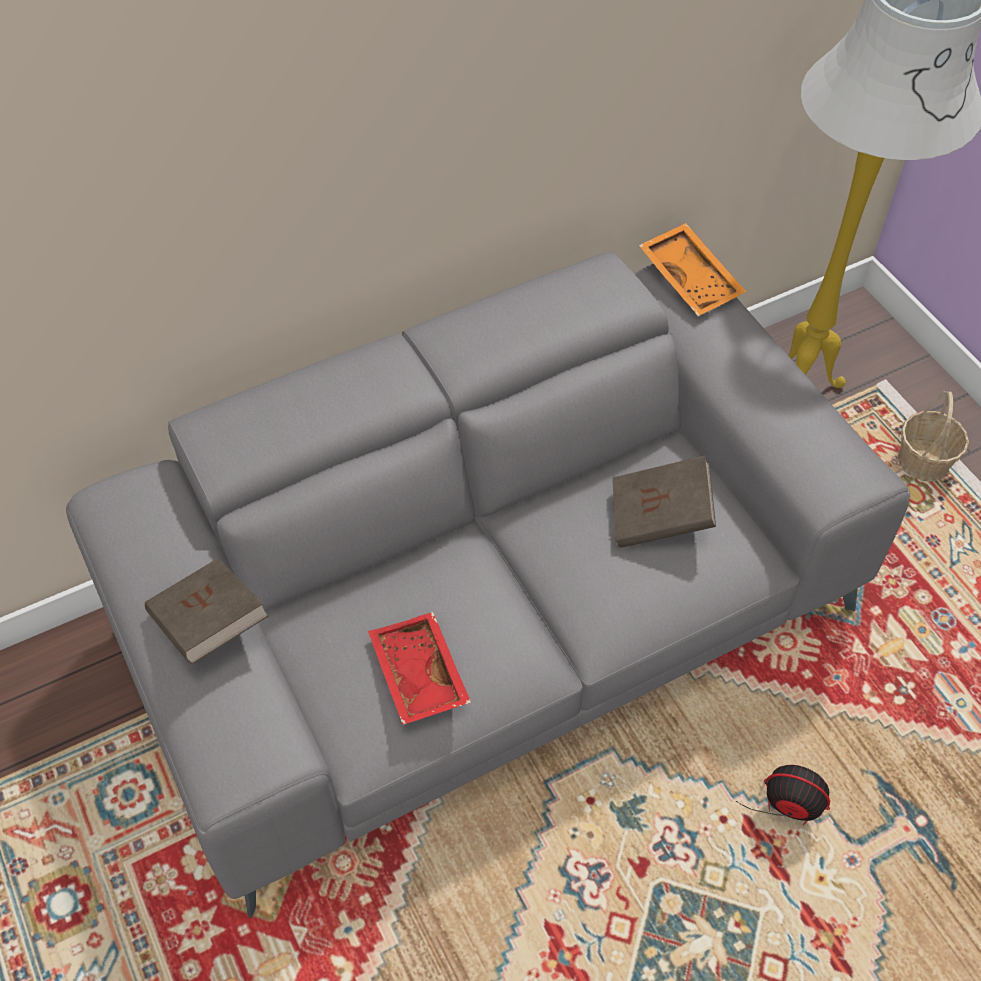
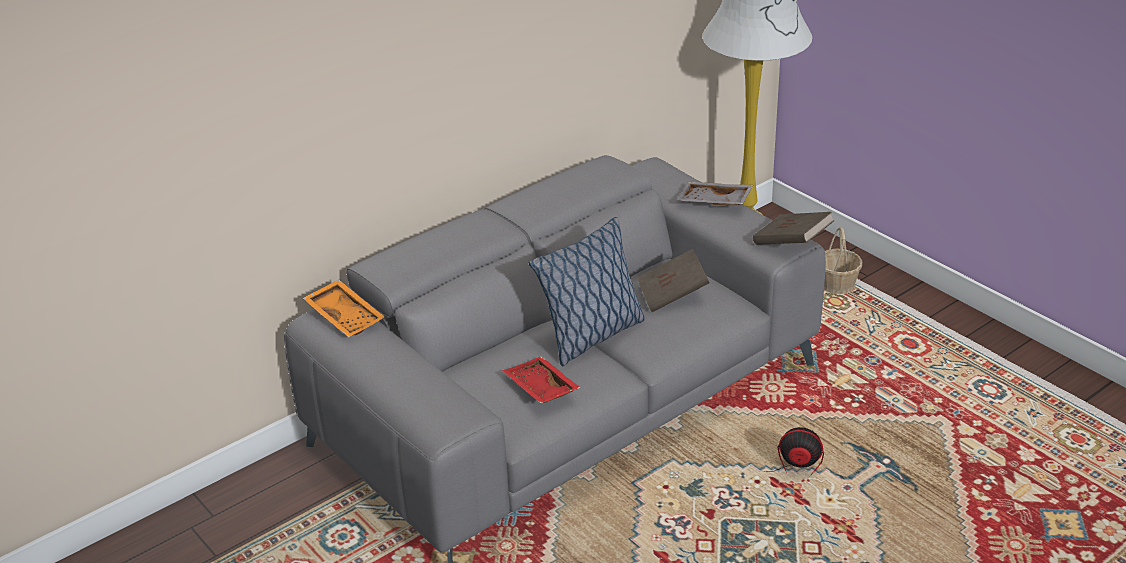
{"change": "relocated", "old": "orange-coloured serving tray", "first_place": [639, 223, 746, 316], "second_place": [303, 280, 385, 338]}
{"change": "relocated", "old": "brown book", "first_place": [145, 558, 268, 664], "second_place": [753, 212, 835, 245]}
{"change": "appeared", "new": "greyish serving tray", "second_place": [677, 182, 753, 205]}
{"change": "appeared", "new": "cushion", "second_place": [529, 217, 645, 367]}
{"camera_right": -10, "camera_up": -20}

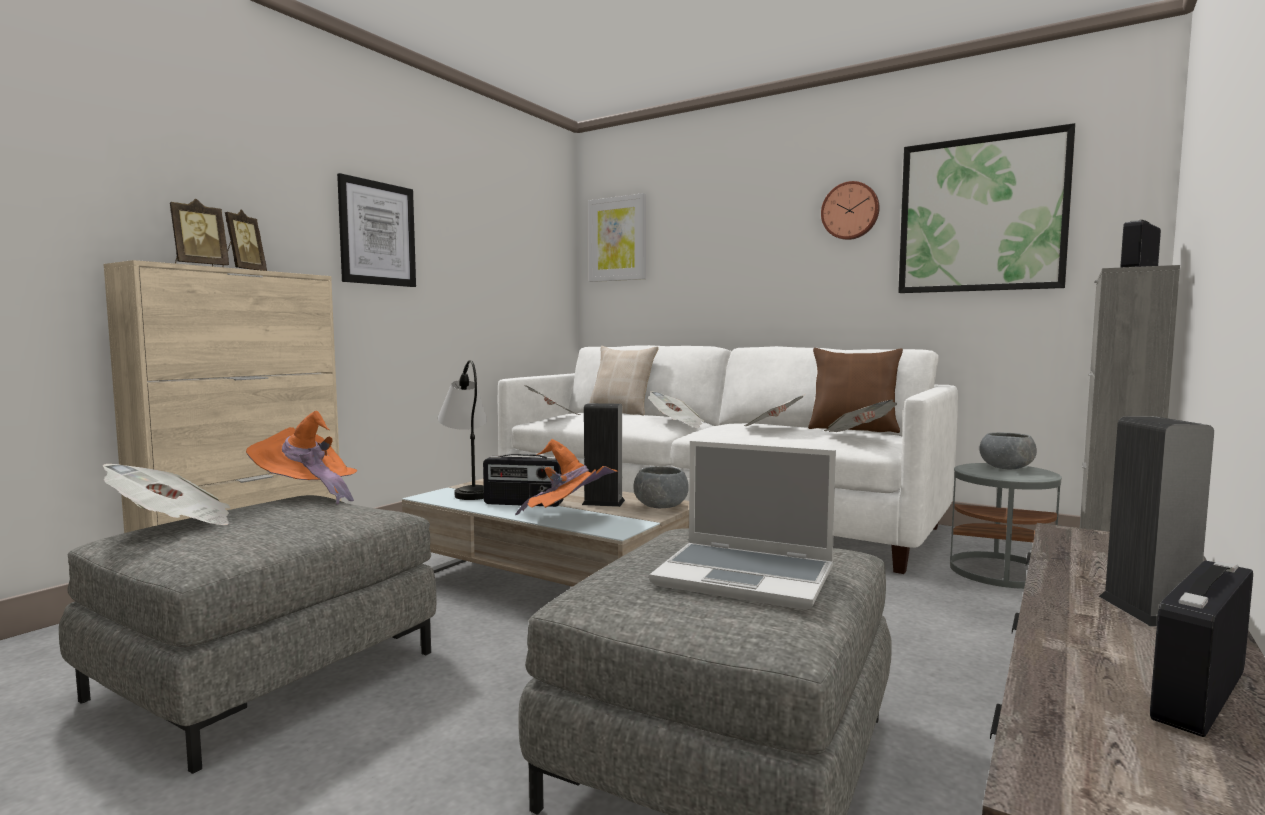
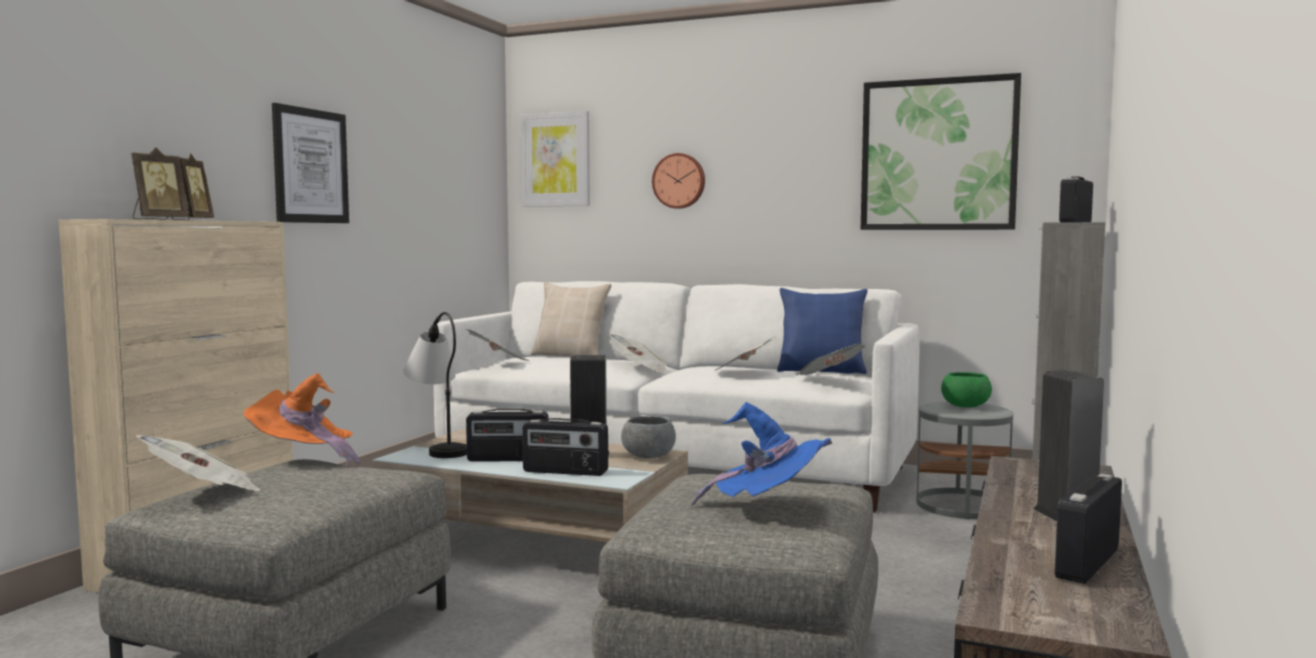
{"change": "relocated", "old": "hanging clock", "first_place": [821, 181, 880, 240], "second_place": [652, 153, 705, 209]}
{"change": "colour", "old": "brown cushion", "new": "bluish cushion", "first_place": [808, 348, 903, 433], "second_place": [777, 288, 867, 374]}
{"change": "colour", "old": "greyish bowl", "new": "green-coloured bowl", "first_place": [979, 433, 1037, 469], "second_place": [941, 372, 992, 408]}
{"change": "exchanged", "old": "orange-coloured clothing hat", "new": "radio set", "first_place": [515, 439, 618, 515], "second_place": [522, 418, 608, 476]}
{"change": "exchanged", "old": "portable computer", "new": "bluish clothing hat", "first_place": [649, 441, 836, 610], "second_place": [691, 402, 833, 506]}
{"camera_right": -10, "camera_up": 0}

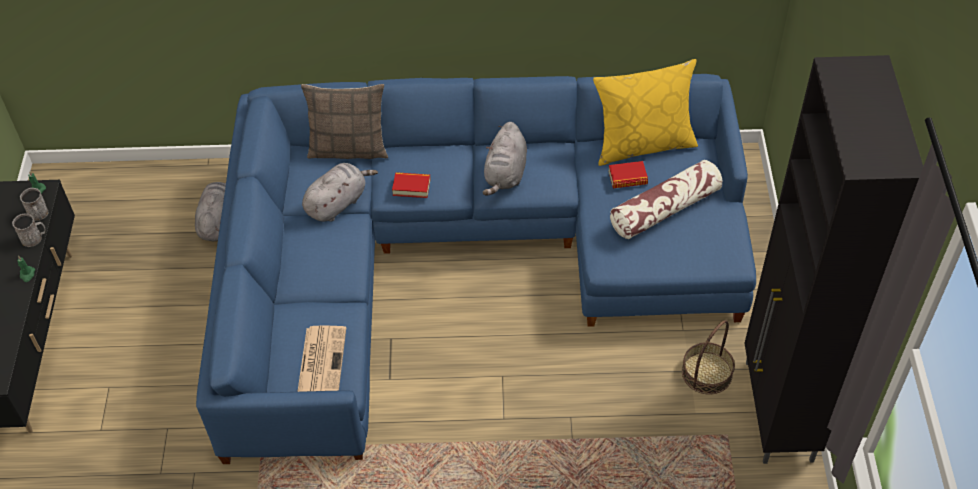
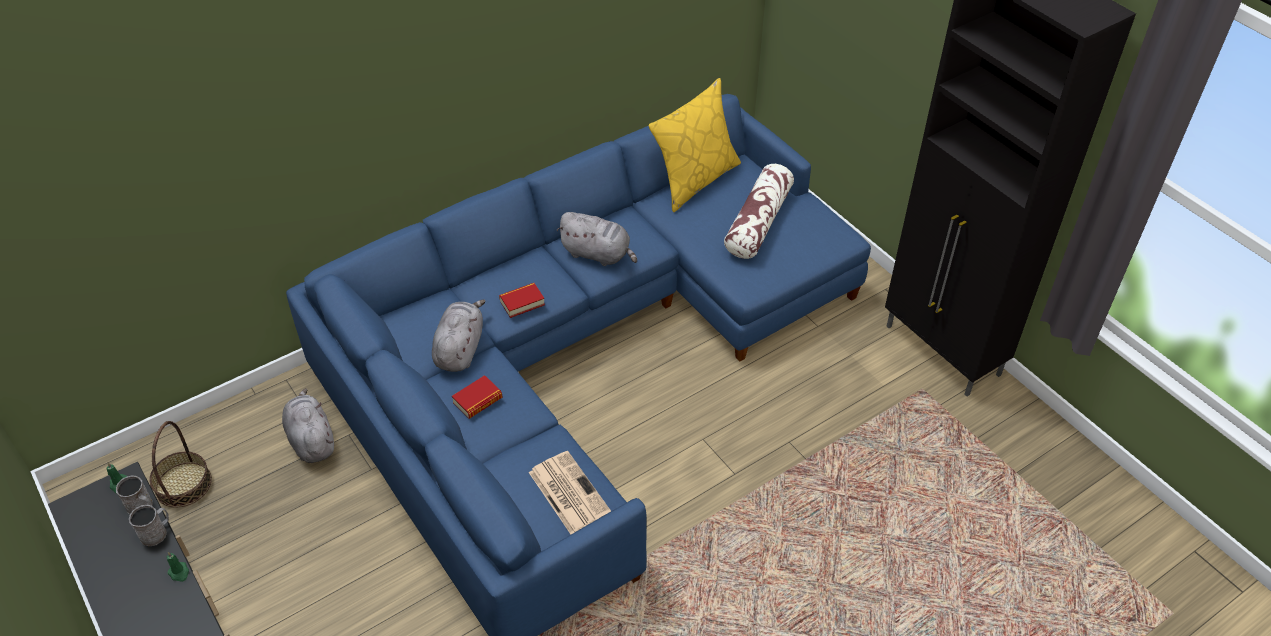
{"change": "missing", "old": "cushion", "first_place": [301, 84, 388, 159]}
{"change": "spun", "old": "greyish cuddly toy", "first_place": [483, 122, 527, 196], "second_place": [556, 212, 637, 266], "degrees": -45}
{"change": "relocated", "old": "book", "first_place": [608, 161, 648, 188], "second_place": [452, 375, 502, 419]}
{"change": "relocated", "old": "storage basket", "first_place": [682, 320, 735, 395], "second_place": [150, 421, 212, 508]}
{"camera_right": -35, "camera_up": -5}

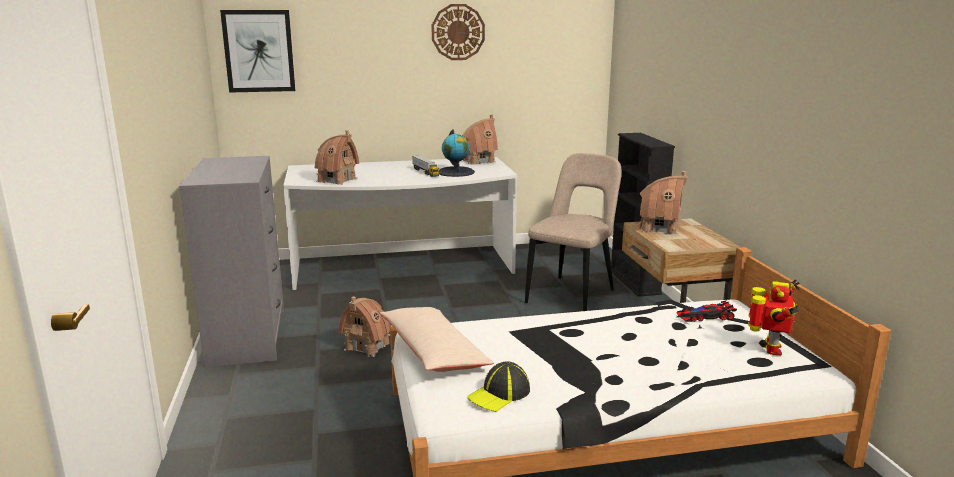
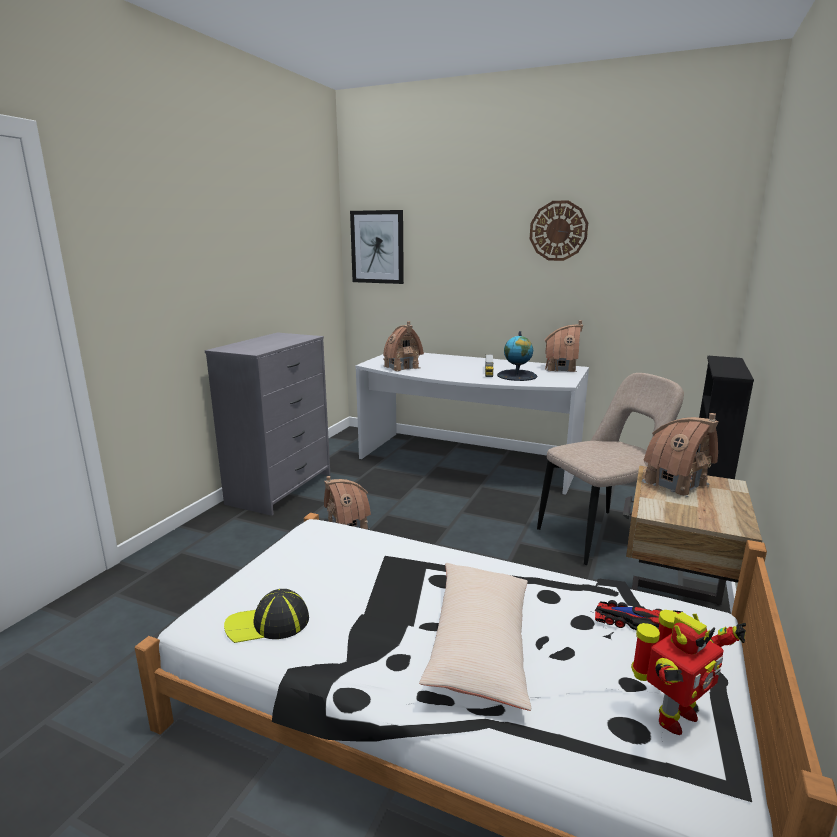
{"change": "relocated", "old": "beige-coloured cushion", "first_place": [379, 307, 494, 372], "second_place": [419, 563, 531, 711]}
{"camera_right": 35, "camera_up": 0}

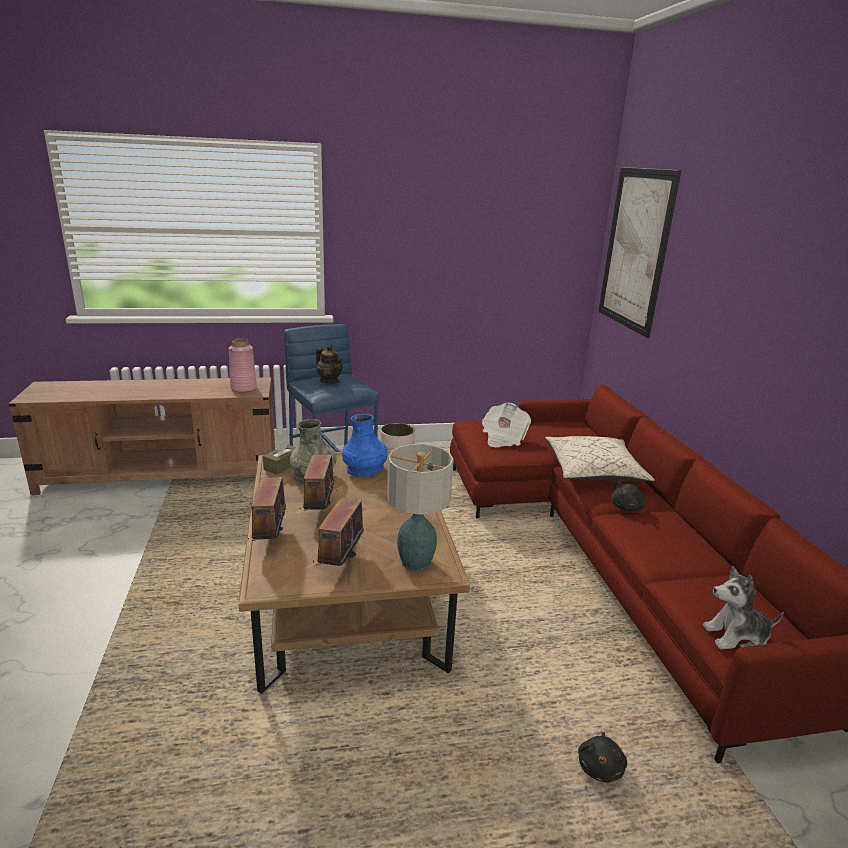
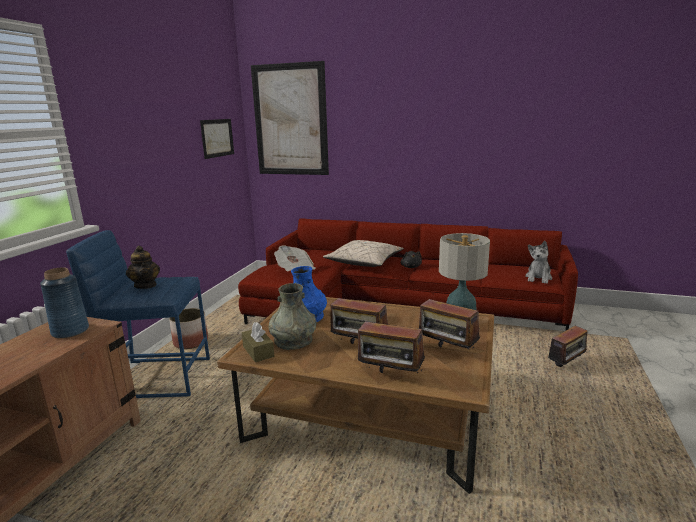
{"change": "colour", "old": "pinkish decorative vase", "new": "bluish decorative vase", "first_place": [229, 338, 257, 392], "second_place": [40, 267, 89, 339]}
{"change": "spun", "old": "teapot", "first_place": [316, 344, 343, 384], "second_place": [126, 246, 160, 289], "degrees": 75}
{"change": "exchanged", "old": "blackish cuddly toy", "new": "radio set", "first_place": [578, 732, 627, 783], "second_place": [548, 326, 587, 369]}
{"change": "appeared", "new": "picture", "second_place": [200, 119, 234, 159]}
{"camera_right": -60, "camera_up": -5}

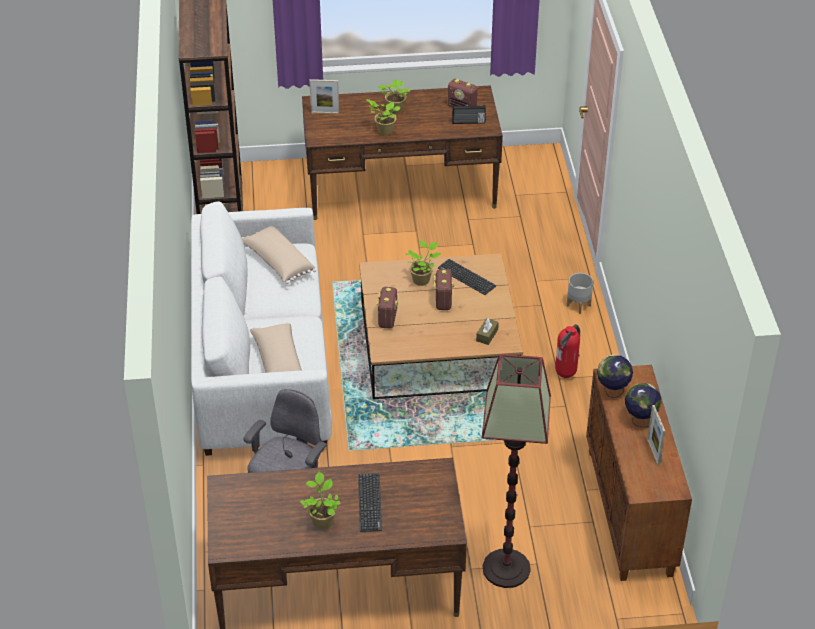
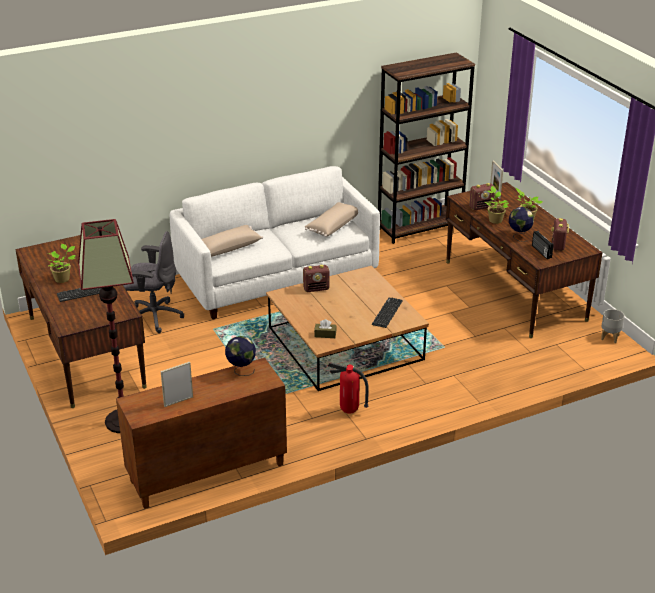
{"change": "missing", "old": "potted plant", "first_place": [405, 241, 441, 286]}
{"change": "relocated", "old": "radio set", "first_place": [434, 269, 454, 310], "second_place": [469, 183, 495, 210]}
{"change": "relocated", "old": "greyish flower pot", "first_place": [567, 273, 593, 314], "second_place": [601, 309, 624, 343]}
{"change": "relocated", "old": "desk globe", "first_place": [625, 383, 661, 427], "second_place": [509, 207, 534, 242]}
{"camera_right": 70, "camera_up": -10}

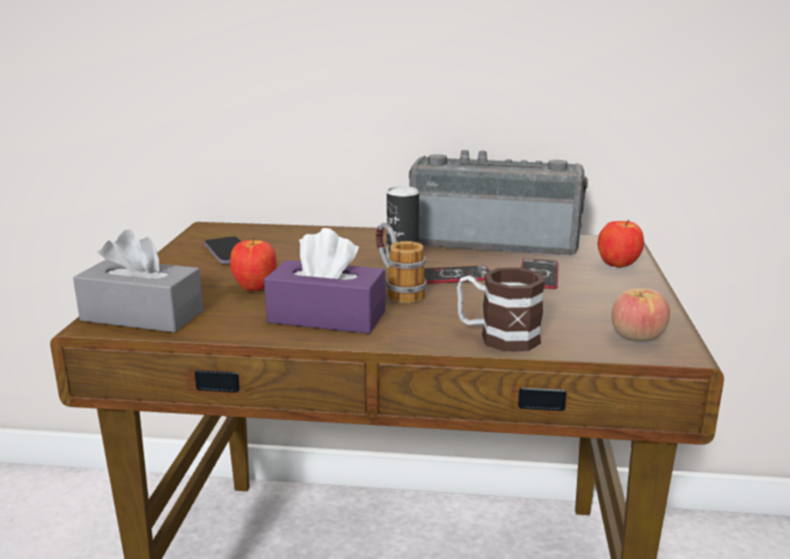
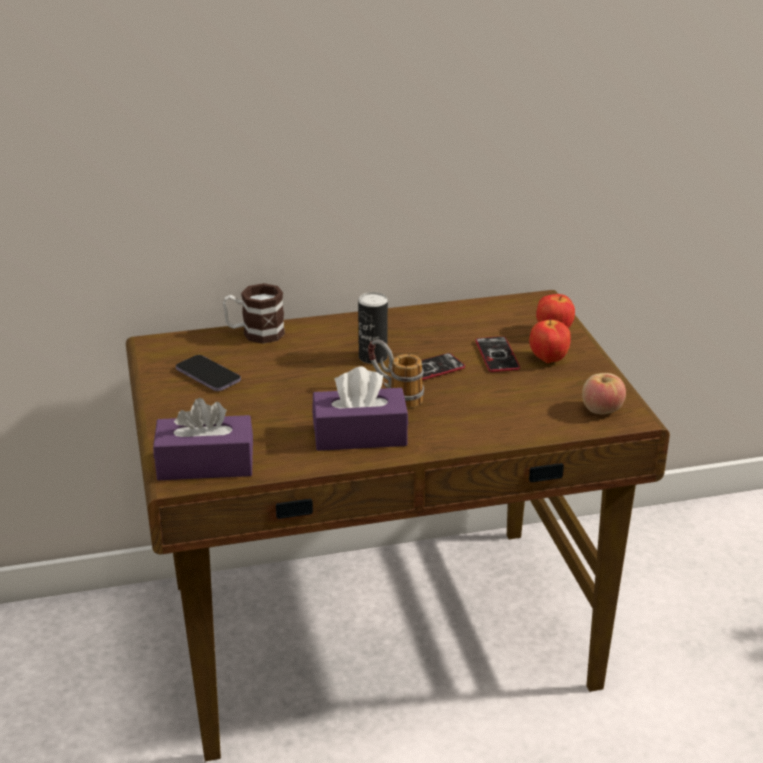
{"change": "missing", "old": "radio set", "first_place": [409, 150, 588, 255]}
{"change": "colour", "old": "greyish tissue box", "new": "purple tissue box", "first_place": [73, 229, 203, 333], "second_place": [153, 398, 253, 480]}
{"change": "relocated", "old": "apple", "first_place": [230, 236, 277, 291], "second_place": [529, 318, 571, 363]}
{"change": "relocated", "old": "tea mug", "first_place": [457, 267, 545, 352], "second_place": [223, 283, 285, 344]}
{"camera_right": -20, "camera_up": 10}

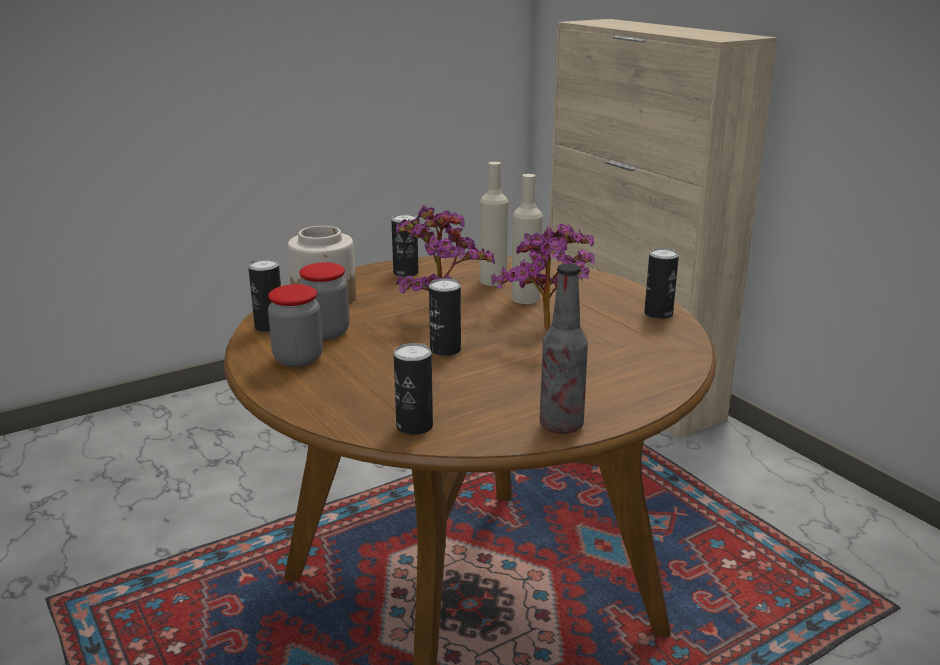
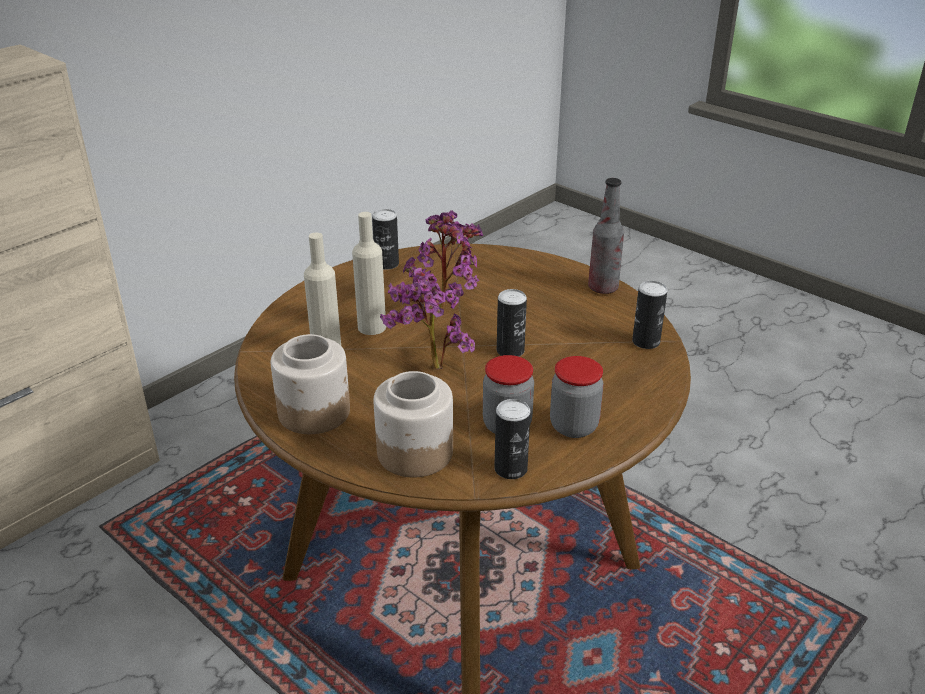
{"change": "exchanged", "old": "metal can", "new": "preserve jar", "first_place": [391, 214, 419, 277], "second_place": [271, 334, 350, 434]}
{"camera_right": -105, "camera_up": 10}

